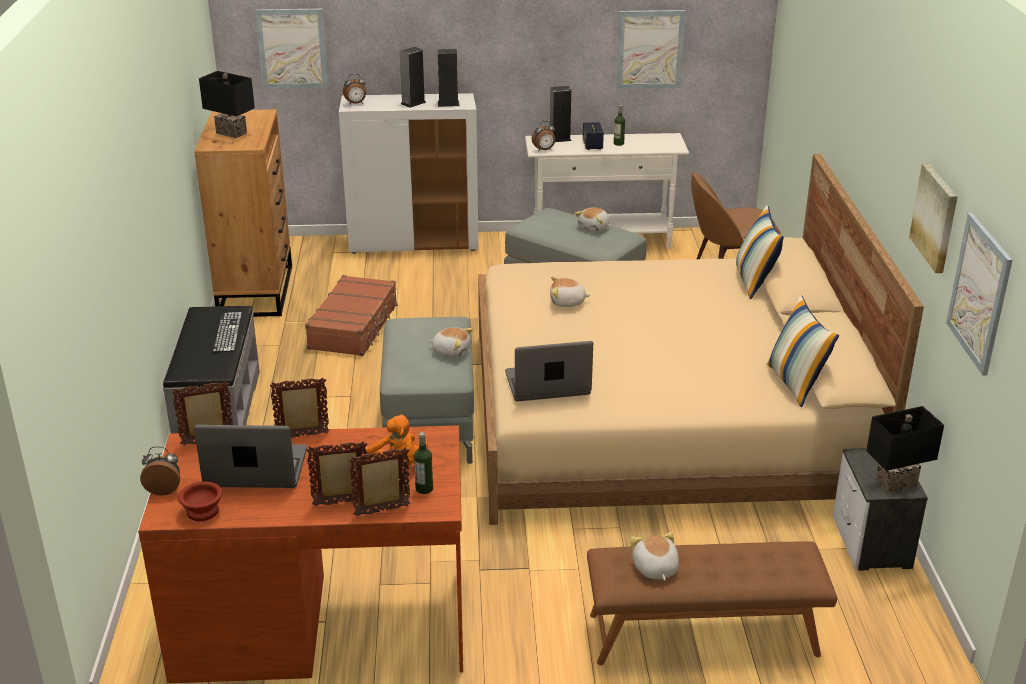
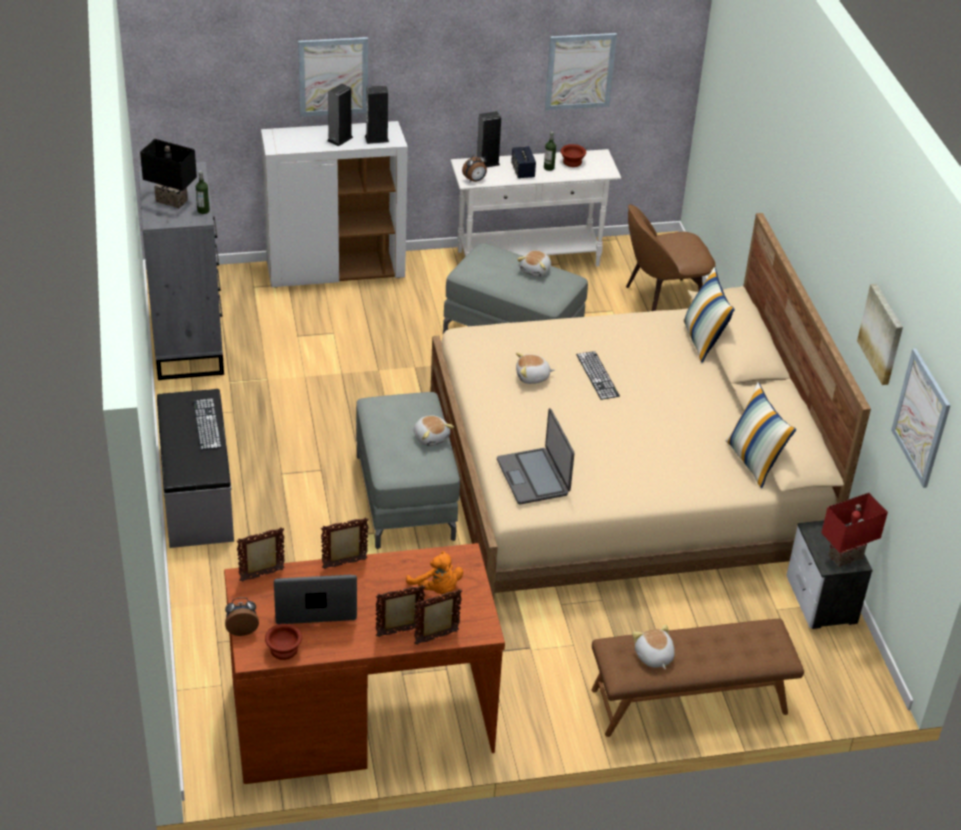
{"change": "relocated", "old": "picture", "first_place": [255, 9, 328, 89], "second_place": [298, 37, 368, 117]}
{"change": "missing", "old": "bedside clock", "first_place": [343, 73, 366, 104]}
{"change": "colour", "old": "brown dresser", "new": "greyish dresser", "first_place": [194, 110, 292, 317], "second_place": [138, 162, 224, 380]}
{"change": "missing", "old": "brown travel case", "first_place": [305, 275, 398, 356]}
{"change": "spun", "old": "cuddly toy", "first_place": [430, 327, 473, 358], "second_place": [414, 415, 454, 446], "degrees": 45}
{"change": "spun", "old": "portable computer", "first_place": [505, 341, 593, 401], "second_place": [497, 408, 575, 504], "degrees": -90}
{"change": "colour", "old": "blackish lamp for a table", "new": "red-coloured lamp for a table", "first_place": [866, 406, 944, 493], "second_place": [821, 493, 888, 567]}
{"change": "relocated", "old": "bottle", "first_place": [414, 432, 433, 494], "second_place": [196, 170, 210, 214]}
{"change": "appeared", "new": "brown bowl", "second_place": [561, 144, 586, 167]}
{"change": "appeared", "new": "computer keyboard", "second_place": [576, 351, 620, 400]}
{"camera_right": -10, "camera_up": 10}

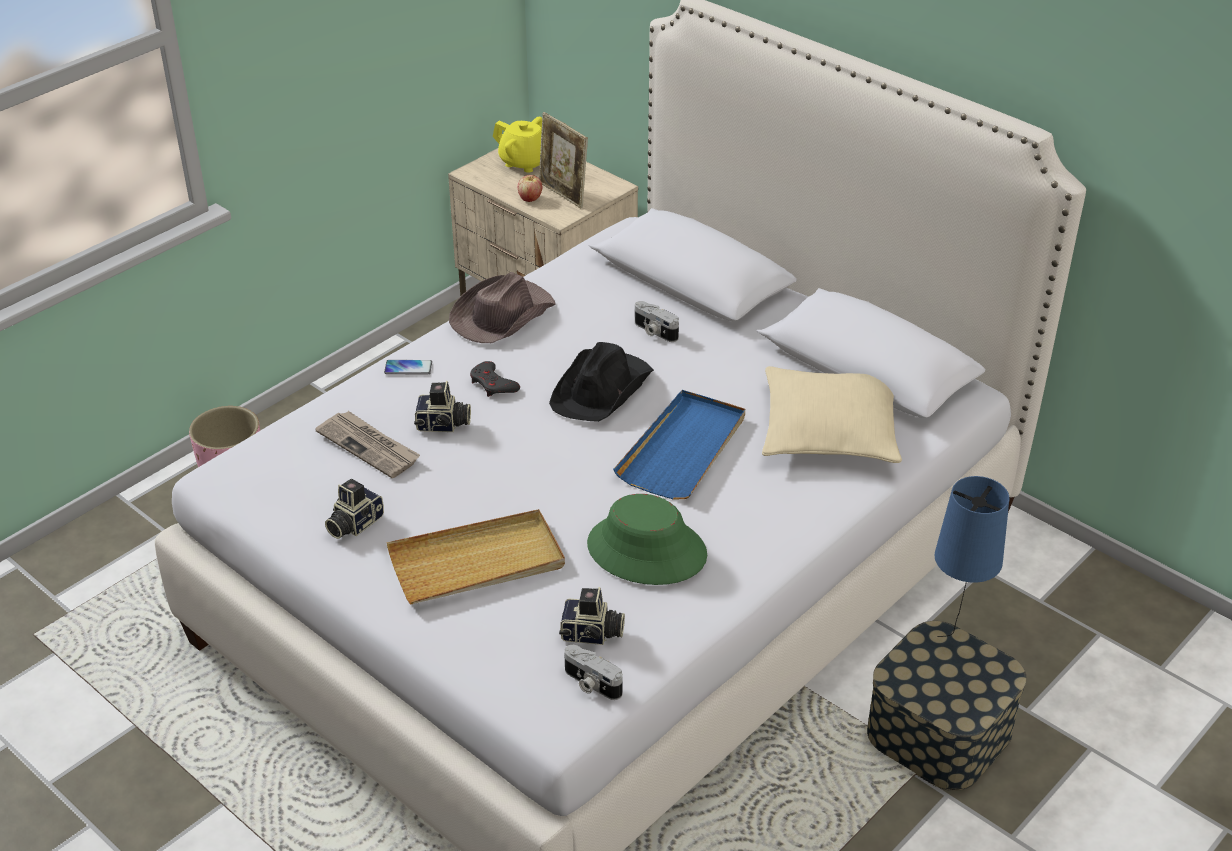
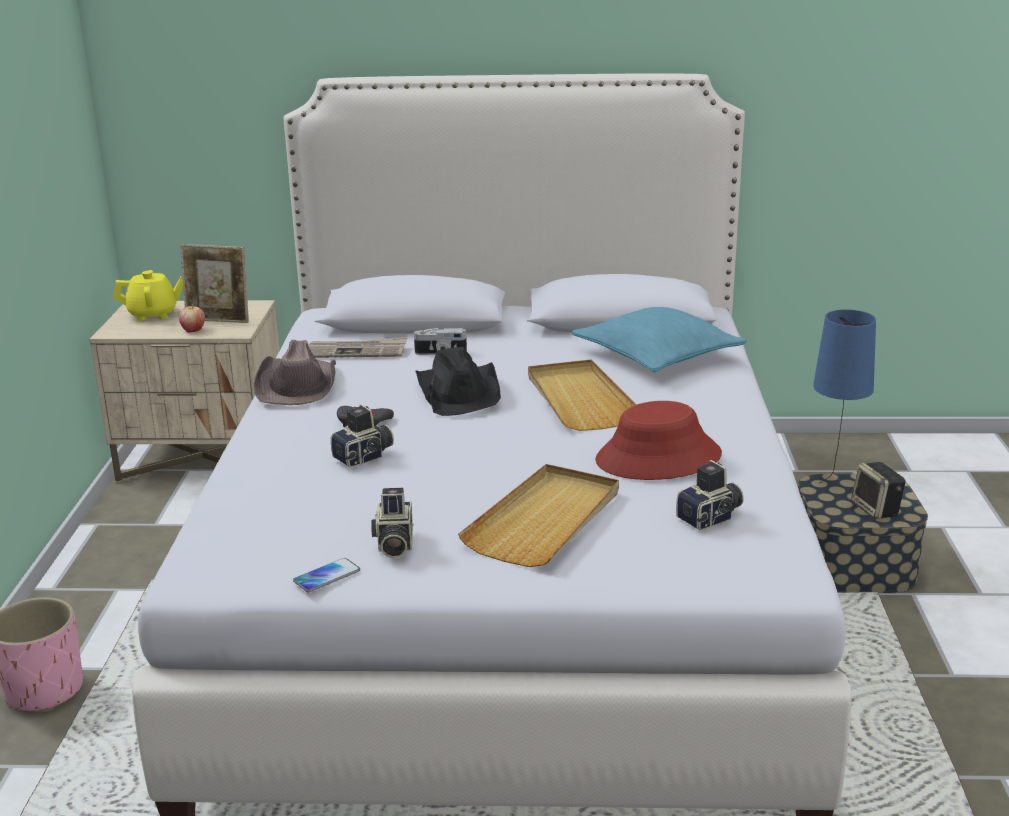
{"change": "relocated", "old": "handset", "first_place": [384, 360, 432, 375], "second_place": [293, 558, 360, 592]}
{"change": "colour", "old": "beige-coloured cushion", "new": "blue-green cushion", "first_place": [762, 366, 902, 463], "second_place": [571, 307, 747, 372]}
{"change": "colour", "old": "bluish serving tray", "new": "beige-coloured serving tray", "first_place": [613, 390, 745, 499], "second_place": [528, 360, 637, 431]}
{"change": "relocated", "old": "printed paper", "first_place": [315, 411, 420, 478], "second_place": [308, 337, 408, 358]}
{"change": "colour", "old": "green-coloured clothing hat", "new": "red-coloured clothing hat", "first_place": [587, 494, 707, 585], "second_place": [595, 401, 722, 480]}
{"change": "missing", "old": "still camera", "first_place": [564, 645, 623, 700]}
{"change": "appeared", "new": "loudspeaker", "second_place": [851, 462, 906, 520]}
{"camera_right": -40, "camera_up": -15}

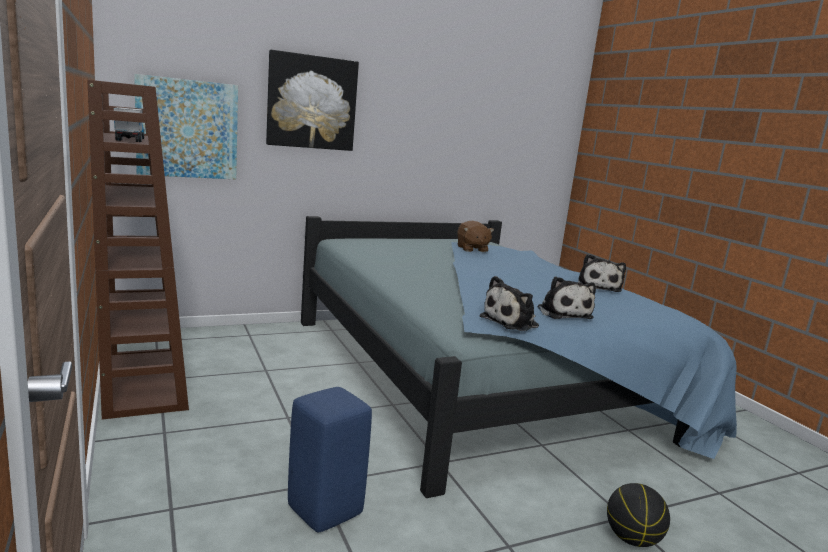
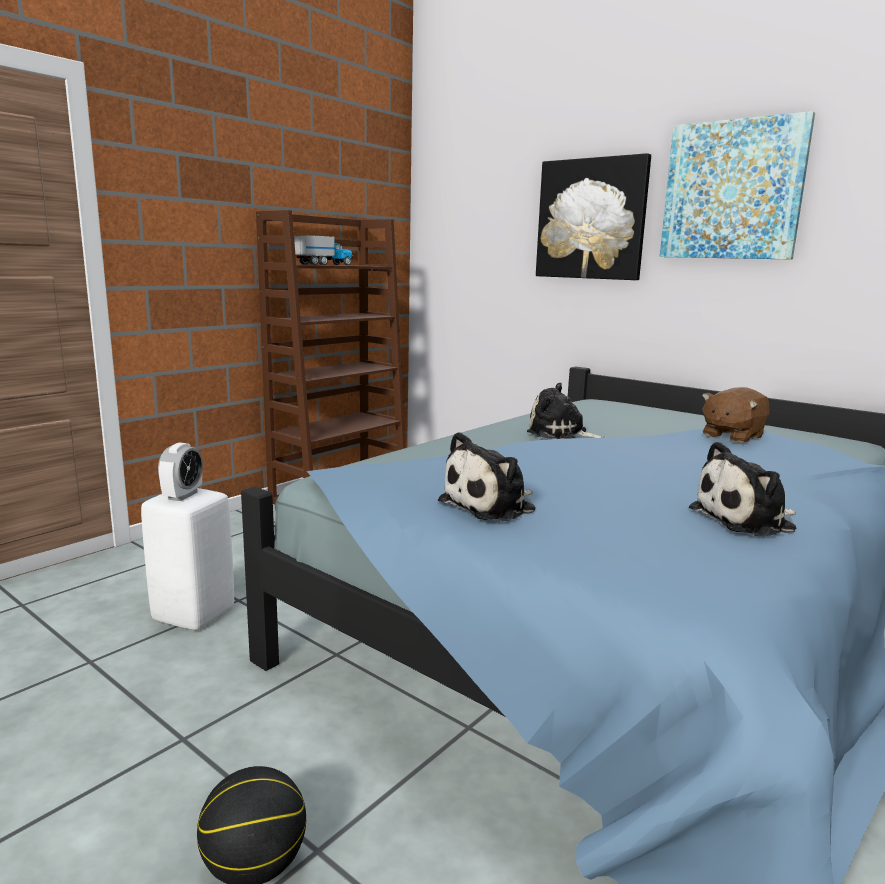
{"change": "relocated", "old": "picture", "first_place": [134, 74, 238, 179], "second_place": [660, 111, 815, 260]}
{"change": "relocated", "old": "cuddly toy", "first_place": [479, 276, 539, 331], "second_place": [527, 383, 606, 439]}
{"change": "colour", "old": "bluish sitting stool", "new": "white-coloured sitting stool", "first_place": [288, 387, 372, 532], "second_place": [141, 488, 234, 630]}
{"change": "appeared", "new": "bedside clock", "second_place": [158, 442, 203, 501]}
{"camera_right": 65, "camera_up": 0}

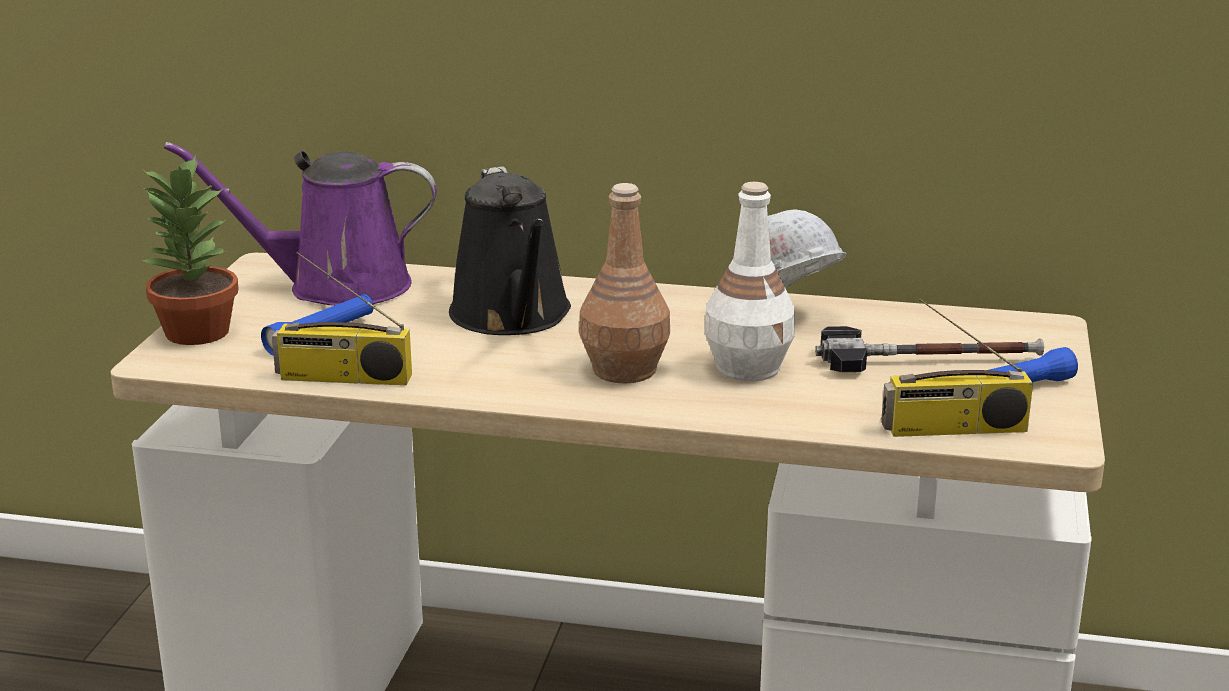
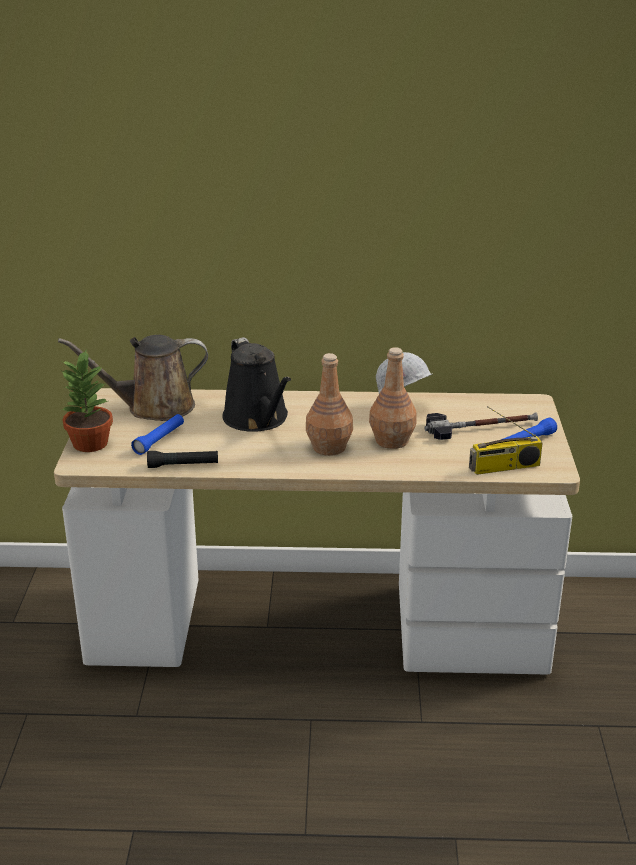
{"change": "colour", "old": "purple watering pot", "new": "brown watering pot", "first_place": [164, 142, 437, 306], "second_place": [58, 335, 208, 421]}
{"change": "colour", "old": "white-coloured bottle", "new": "brown bottle", "first_place": [704, 182, 795, 382], "second_place": [369, 347, 417, 449]}
{"change": "exchanged", "old": "radio set", "new": "blackish flashlight", "first_place": [272, 252, 412, 386], "second_place": [147, 451, 218, 468]}
{"camera_right": -10, "camera_up": 5}

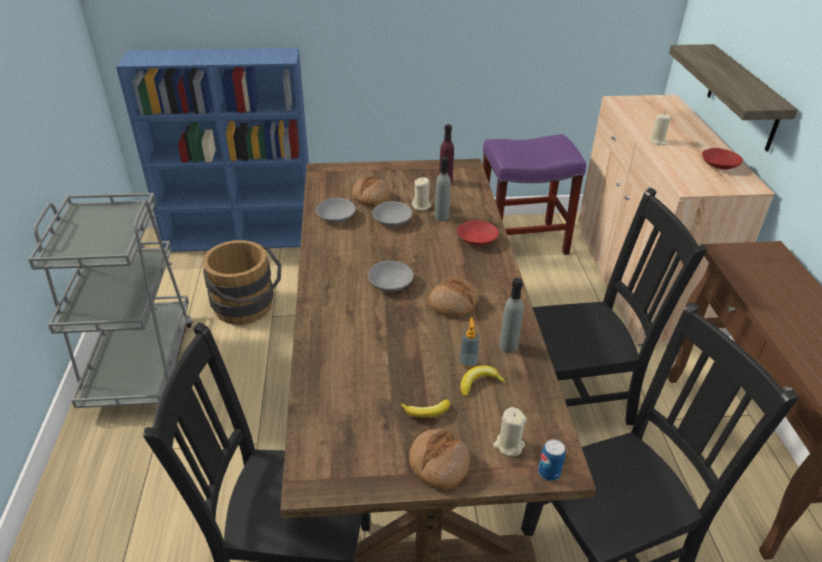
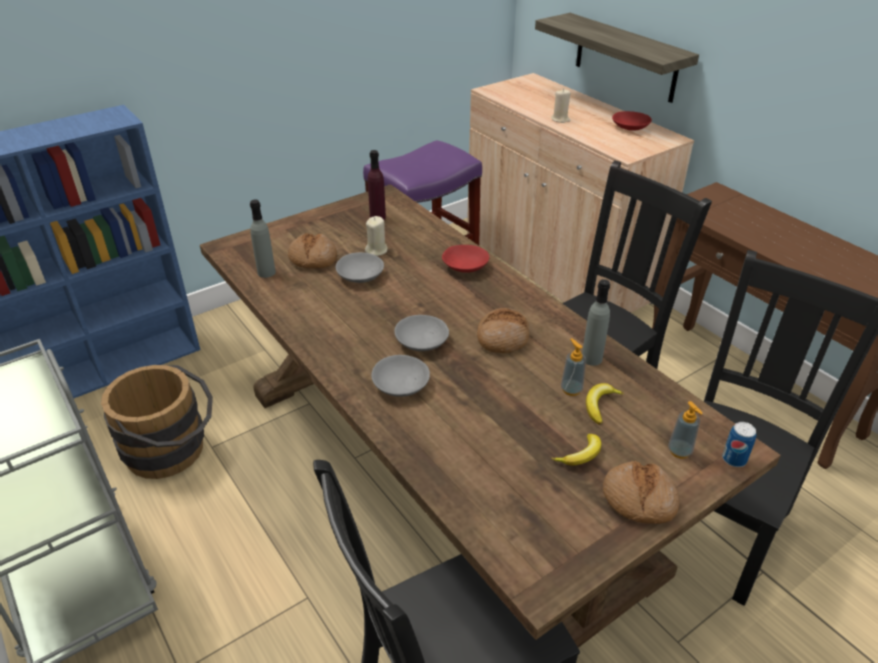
{"change": "relocated", "old": "greyish bottle", "first_place": [434, 157, 451, 221], "second_place": [250, 200, 276, 278]}
{"change": "relocated", "old": "greyish bowl", "first_place": [316, 198, 356, 223], "second_place": [371, 355, 430, 397]}
{"change": "exchanged", "old": "beige-coloured wax light", "new": "liquid soap bottle", "first_place": [493, 407, 527, 457], "second_place": [668, 401, 703, 459]}
{"camera_right": -30, "camera_up": 0}

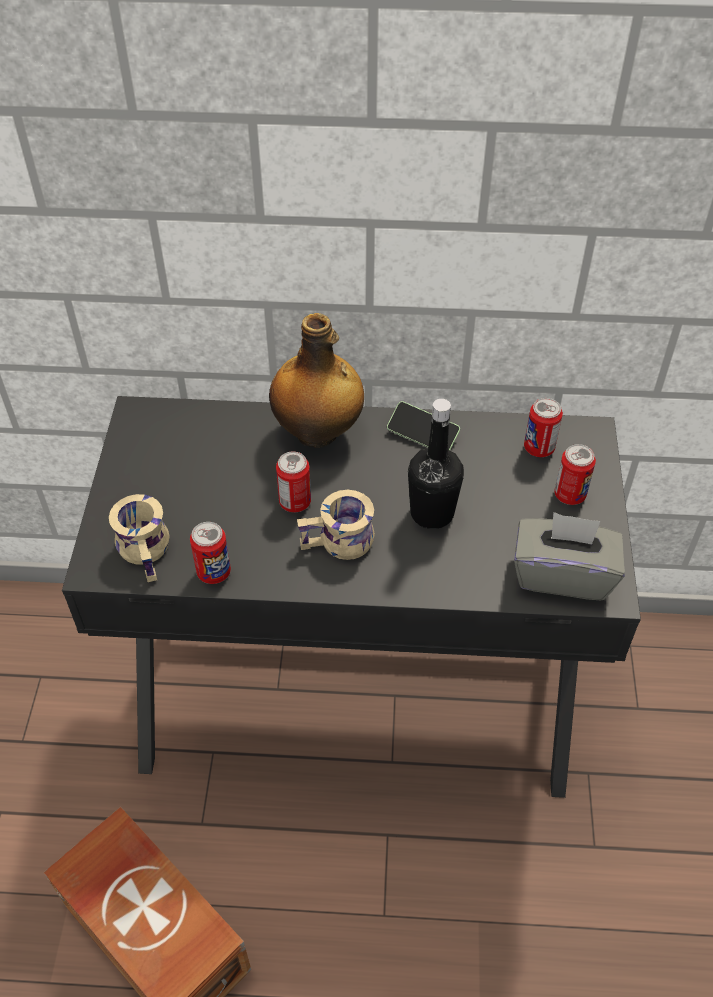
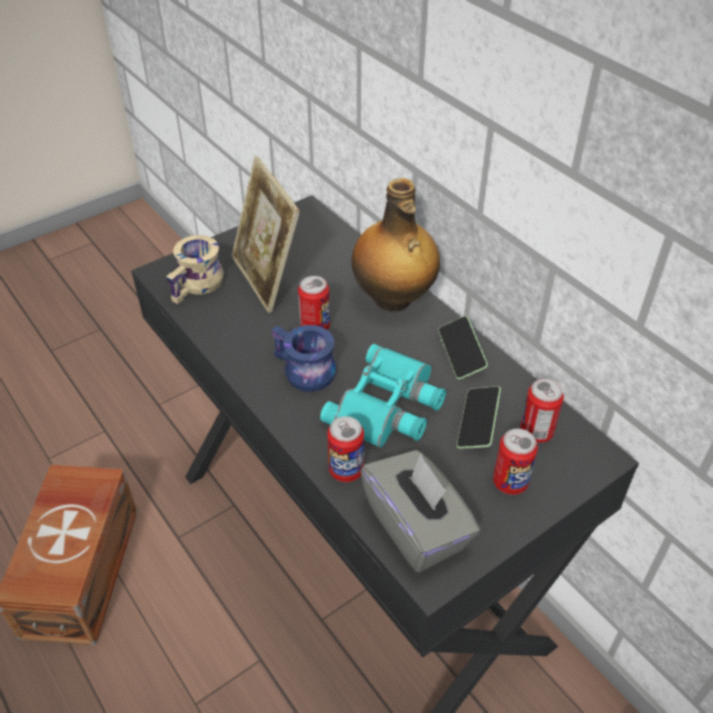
{"change": "exchanged", "old": "blackish bottle", "new": "blue-green field glasses", "first_place": [408, 399, 464, 529], "second_place": [320, 344, 446, 448]}
{"change": "colour", "old": "beige-coloured tea mug", "new": "bluish tea mug", "first_place": [297, 490, 375, 560], "second_place": [271, 325, 336, 392]}
{"change": "relocated", "old": "metal can", "first_place": [190, 522, 231, 584], "second_place": [327, 416, 364, 482]}
{"change": "appeared", "new": "picture frame", "second_place": [231, 156, 300, 313]}
{"change": "appeared", "new": "handset", "second_place": [456, 386, 501, 449]}
{"camera_right": 50, "camera_up": -5}

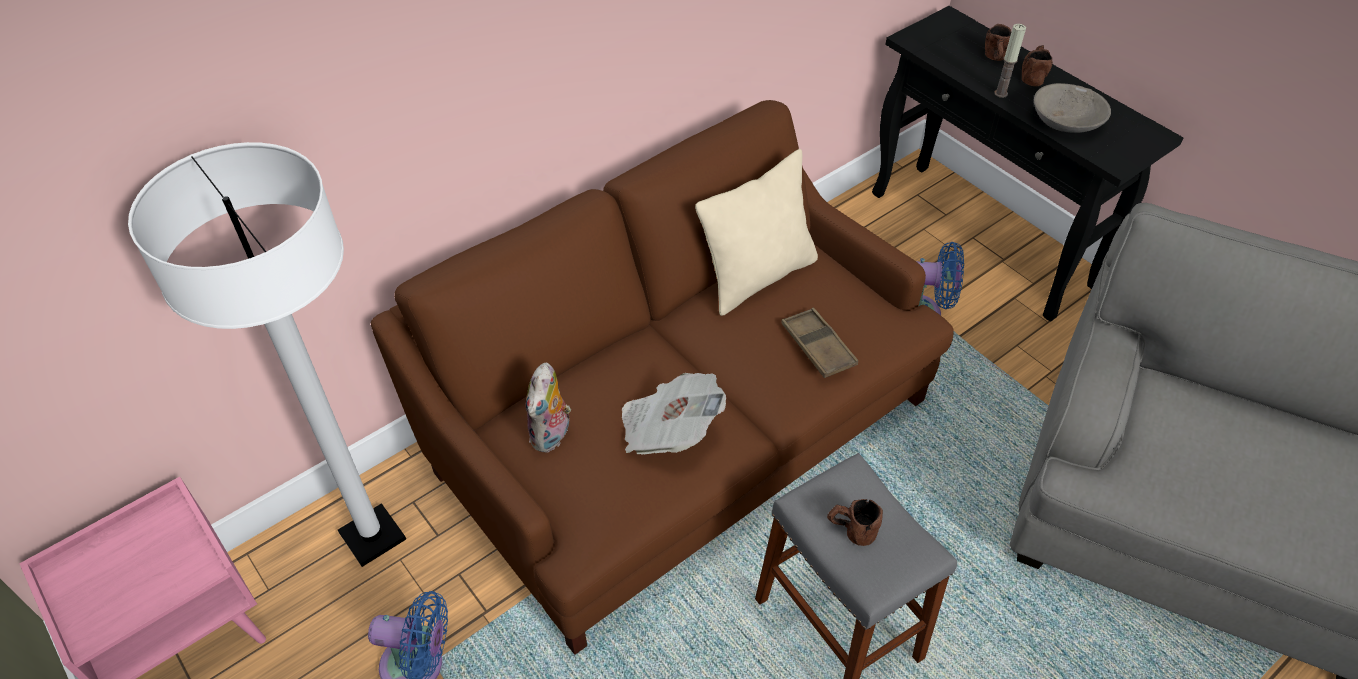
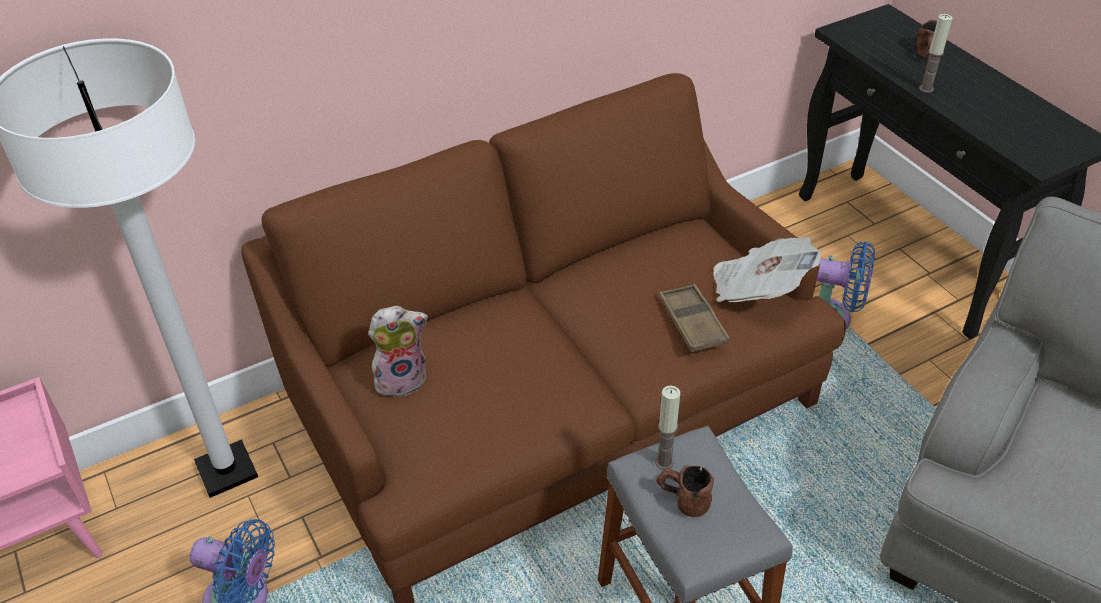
{"change": "missing", "old": "brown tea mug", "first_place": [1022, 45, 1053, 86]}
{"change": "missing", "old": "greyish bowl", "first_place": [1034, 83, 1111, 133]}
{"change": "missing", "old": "beige-coloured cushion", "first_place": [695, 149, 818, 316]}
{"change": "spun", "old": "cuddly toy", "first_place": [526, 363, 571, 453], "second_place": [368, 306, 428, 397], "degrees": -135}
{"change": "relocated", "old": "printed paper", "first_place": [622, 373, 726, 454], "second_place": [713, 237, 821, 302]}
{"change": "appeared", "new": "wax light", "second_place": [655, 386, 680, 470]}
{"camera_right": 10, "camera_up": -5}

